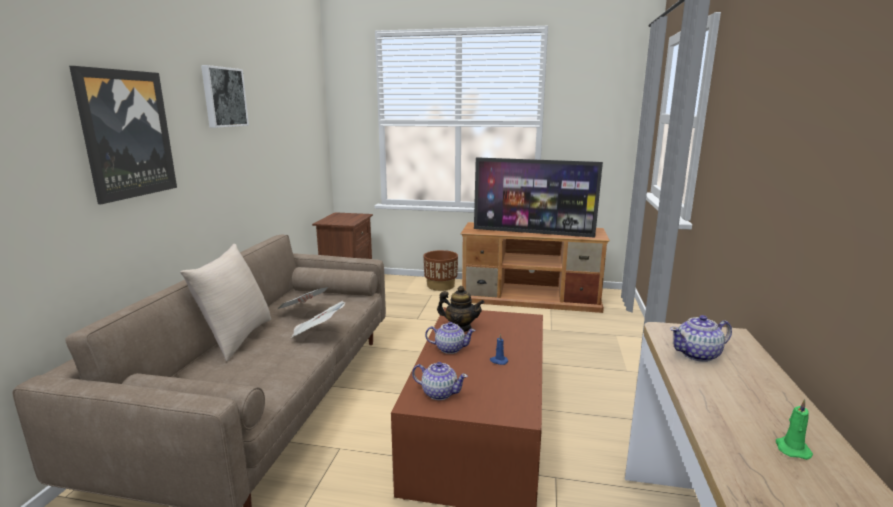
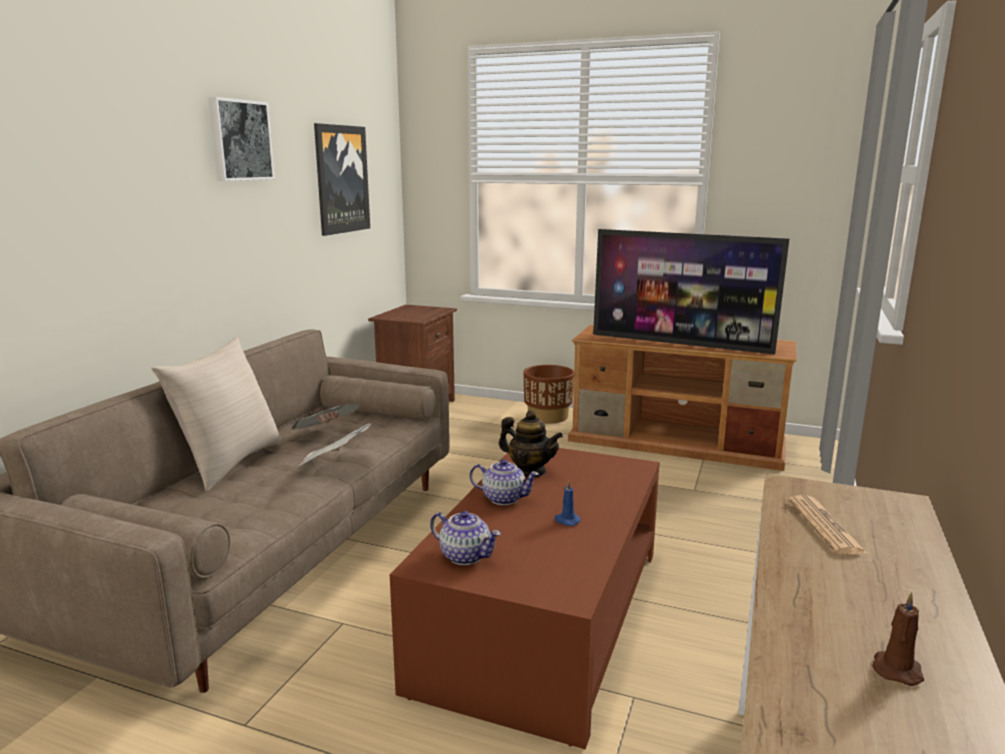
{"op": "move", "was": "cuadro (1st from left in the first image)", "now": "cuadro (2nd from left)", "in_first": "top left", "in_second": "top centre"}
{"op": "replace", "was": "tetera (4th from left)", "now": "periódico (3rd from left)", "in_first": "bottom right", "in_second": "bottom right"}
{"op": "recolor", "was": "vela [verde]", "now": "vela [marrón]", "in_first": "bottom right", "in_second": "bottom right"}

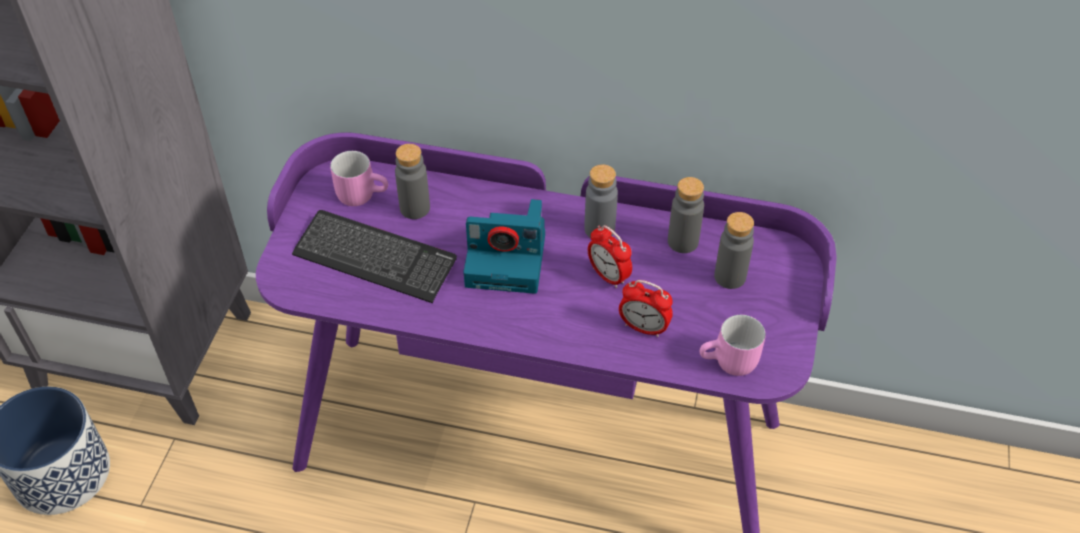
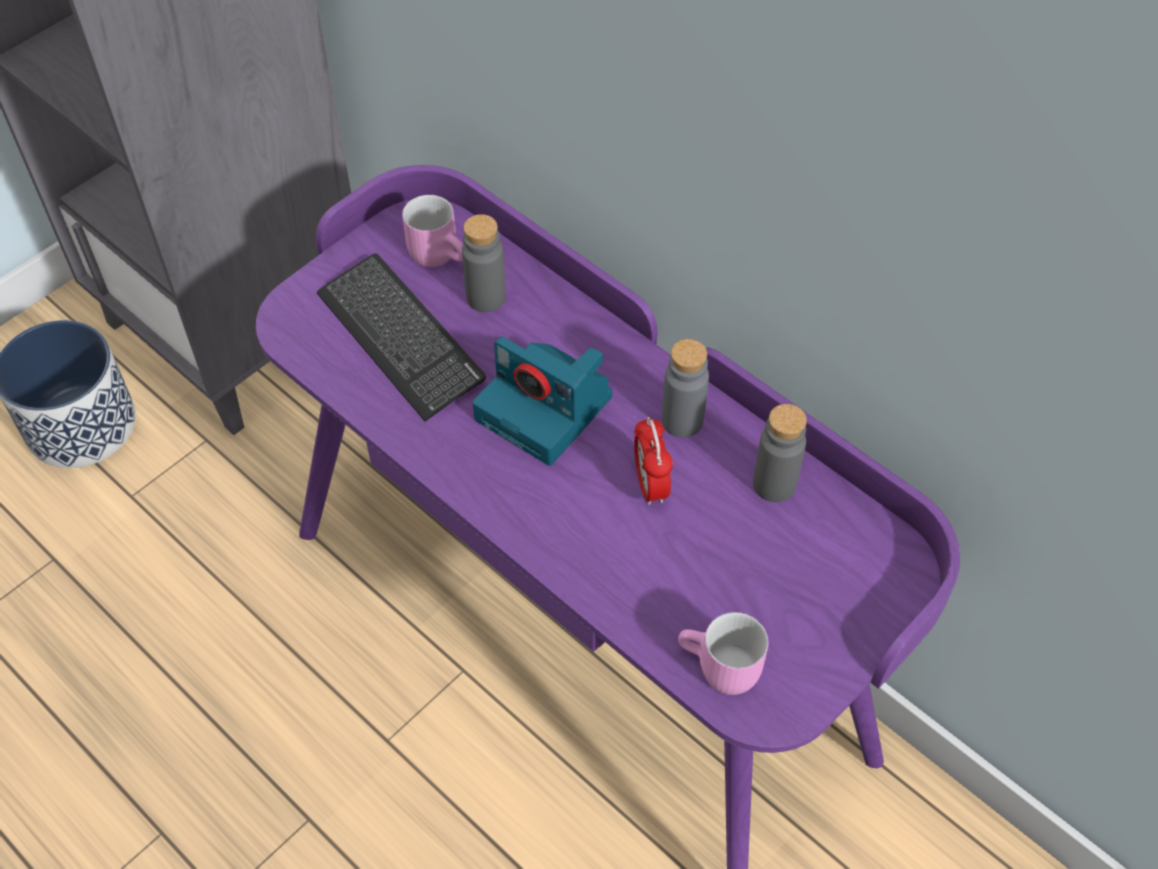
{"op": "delete", "was": "despertador (2nd from left)", "in_first": "centre"}
{"op": "delete", "was": "botella [gris] (4th from left)", "in_first": "middle right"}

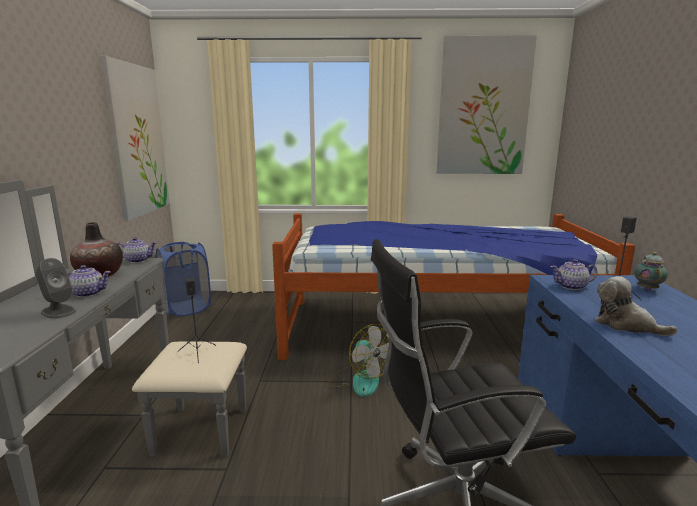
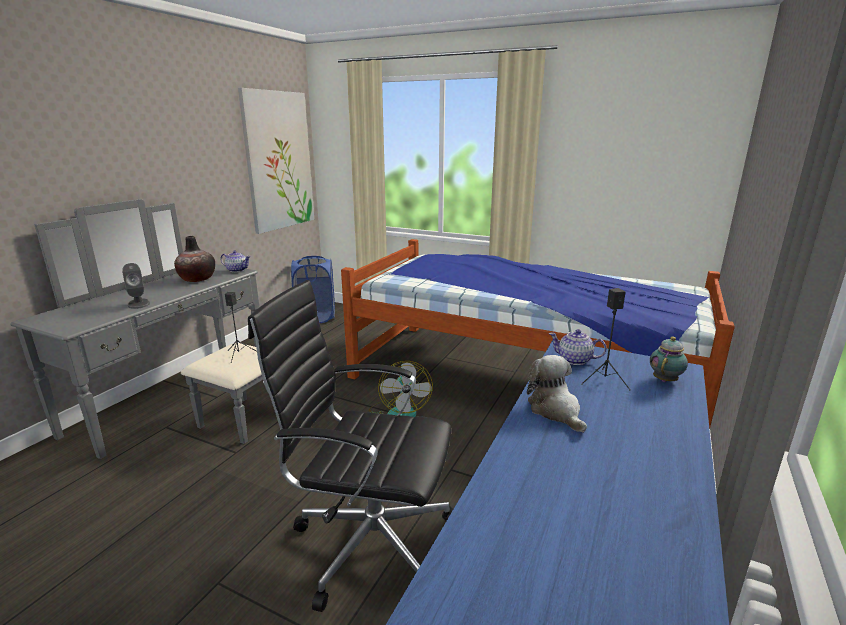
{"op": "delete", "was": "tetera (1st from left)", "in_first": "middle left"}
{"op": "delete", "was": "cuadro (2nd from left)", "in_first": "top right"}

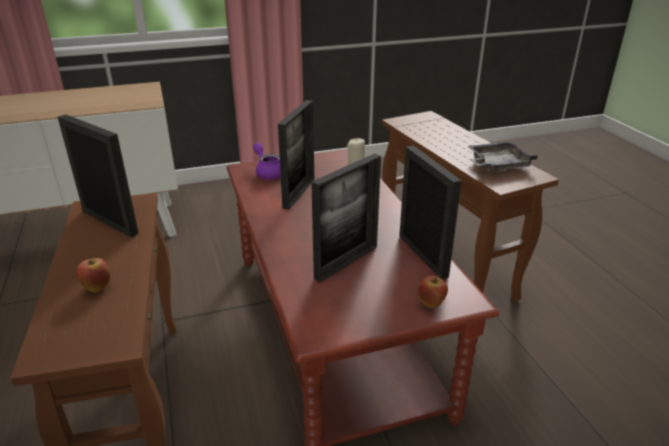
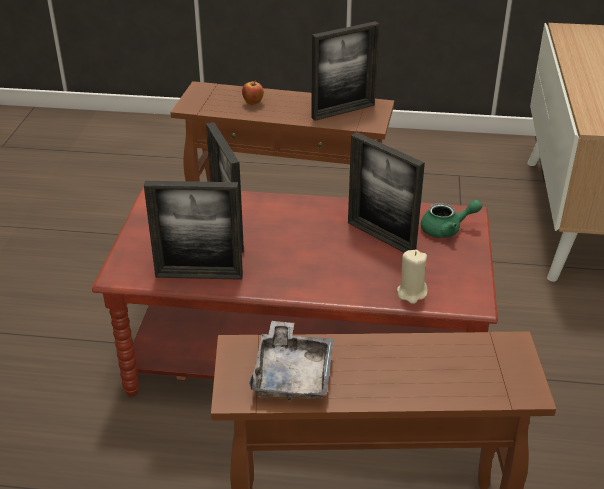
{"op": "delete", "was": "manzana (2nd from left)", "in_first": "centre"}
{"op": "recolor", "was": "tetera [morado]", "now": "tetera [verde]", "in_first": "centre", "in_second": "middle right"}

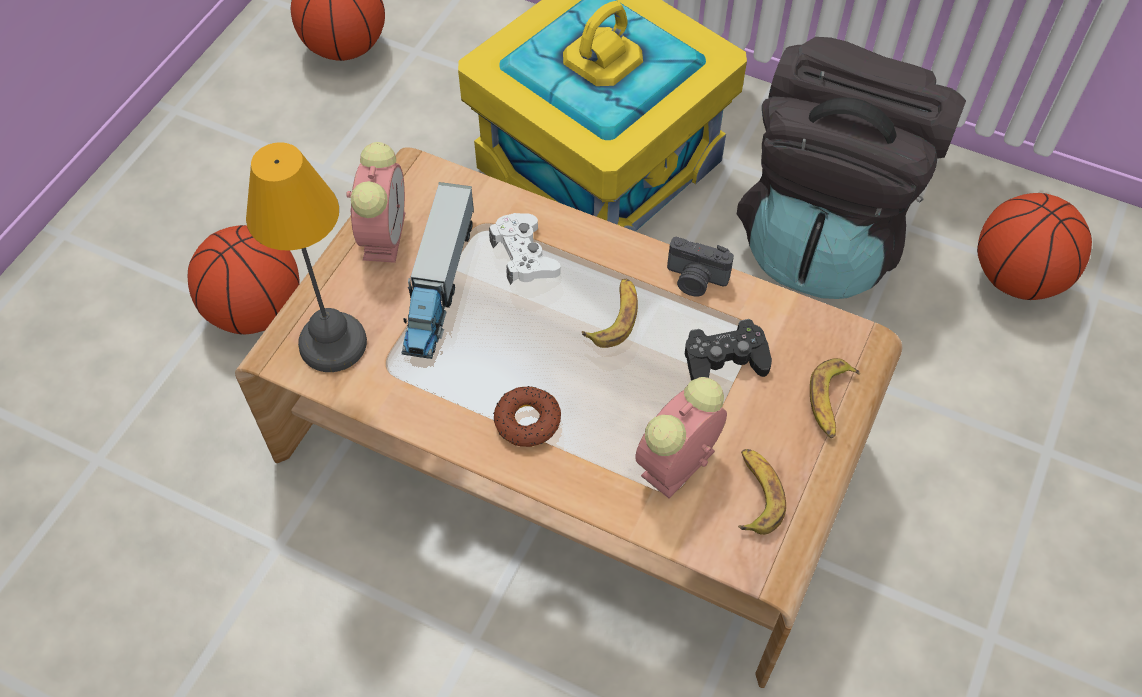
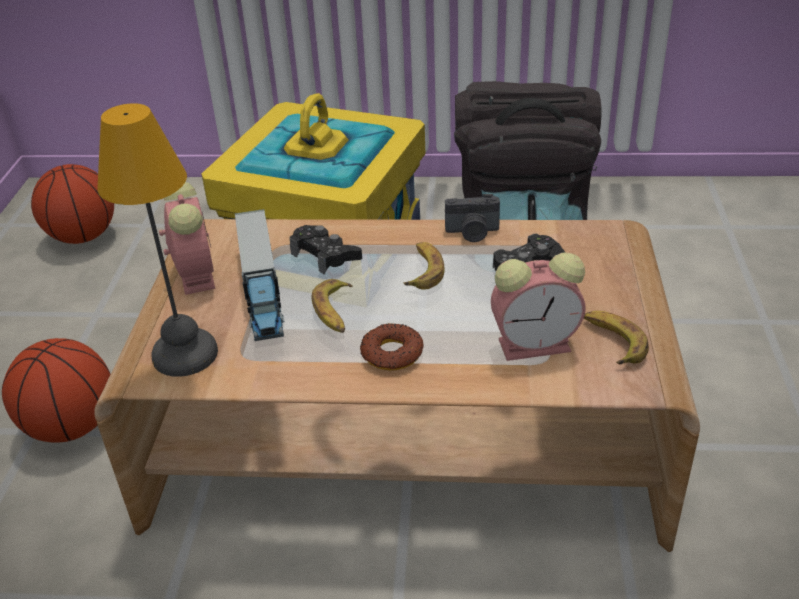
{"op": "delete", "was": "balón de baloncesto (3rd from left)", "in_first": "middle right"}
{"op": "move", "was": "plátano (3rd from left in the first image)", "now": "plátano (1st from left)", "in_first": "middle right", "in_second": "centre"}
{"op": "recolor", "was": "mando de consola [blanco]", "now": "mando de consola [negro] (1st from left)", "in_first": "centre", "in_second": "centre"}
{"op": "rotate", "was": "despertador (2nd from left)", "in_first": "centre", "in_second": "middle right", "clockwise": -120}

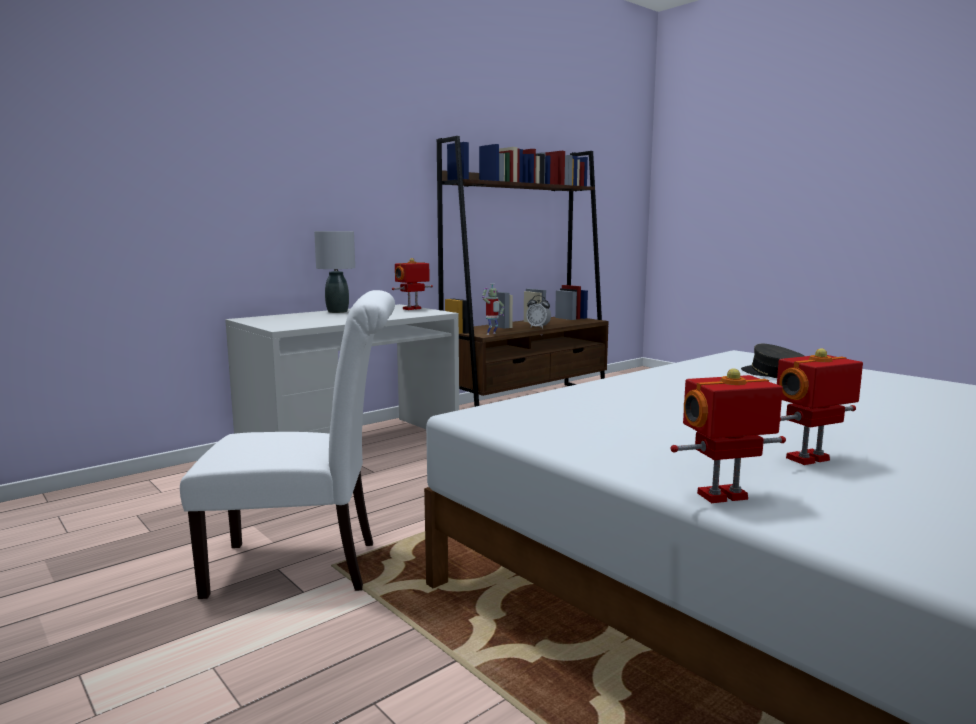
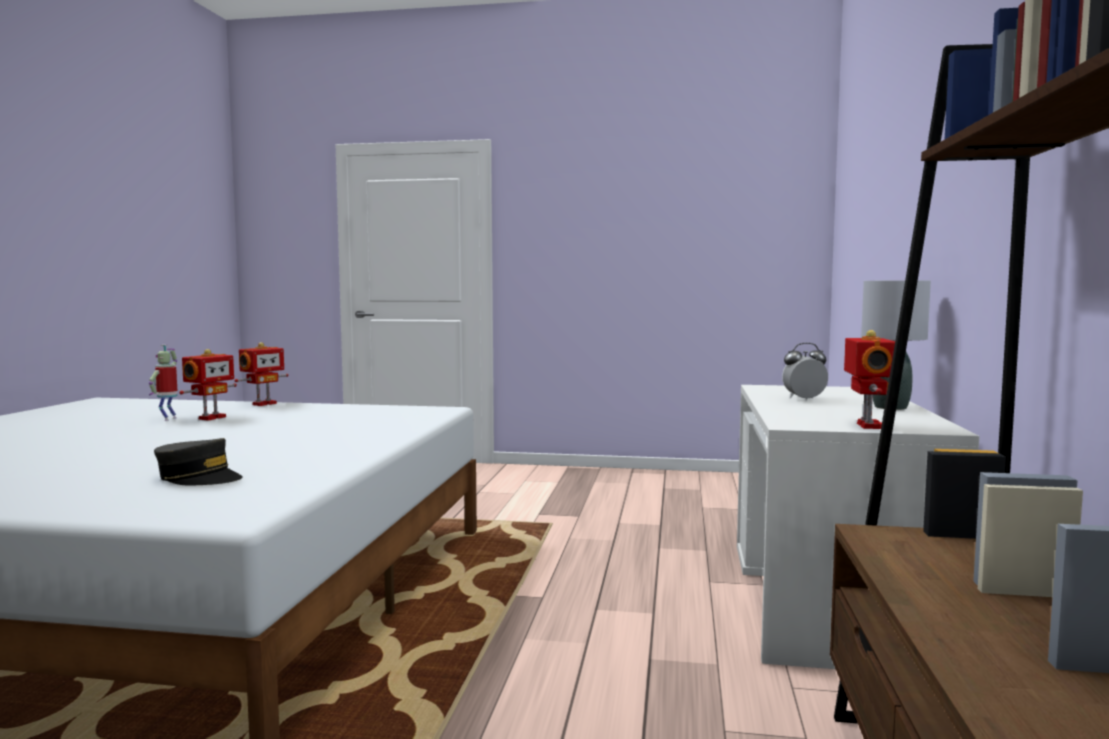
{"op": "delete", "was": "silla [blanco]", "in_first": "middle left"}
{"op": "move", "was": "robot de juguete (2nd from left in the first image)", "now": "robot de juguete (1st from left)", "in_first": "centre", "in_second": "middle left"}
{"op": "move", "was": "despertador", "in_first": "centre", "in_second": "middle right"}

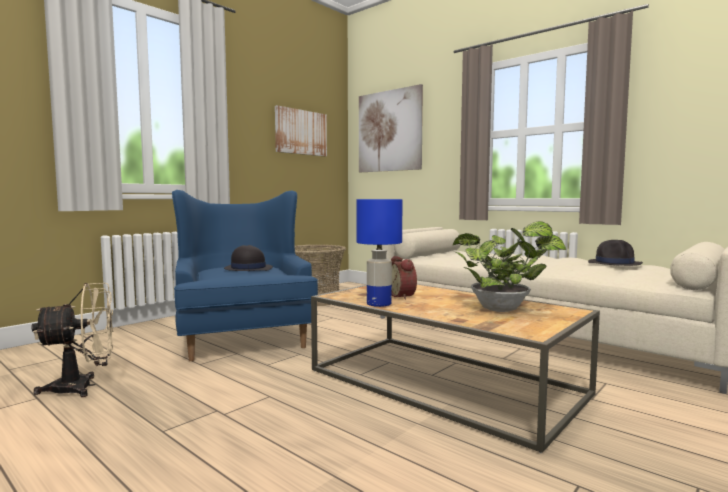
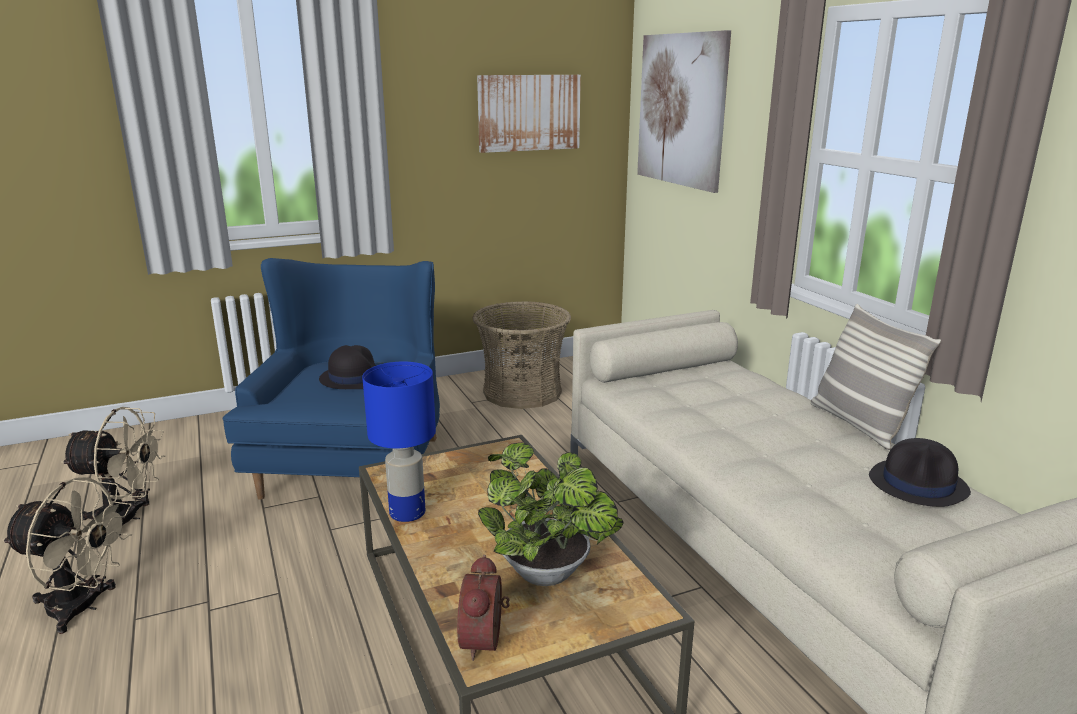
{"op": "insert", "now": "ventilador [beis] (1st from left)", "in_second": "bottom left"}
{"op": "insert", "now": "cojín", "in_second": "middle right"}
{"op": "move", "was": "despertador", "in_first": "centre", "in_second": "bottom centre"}

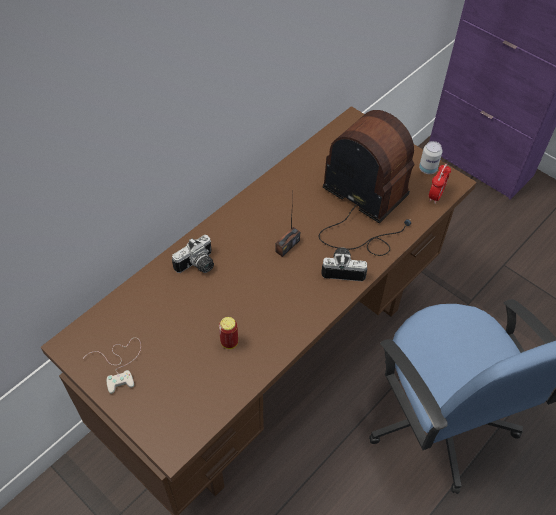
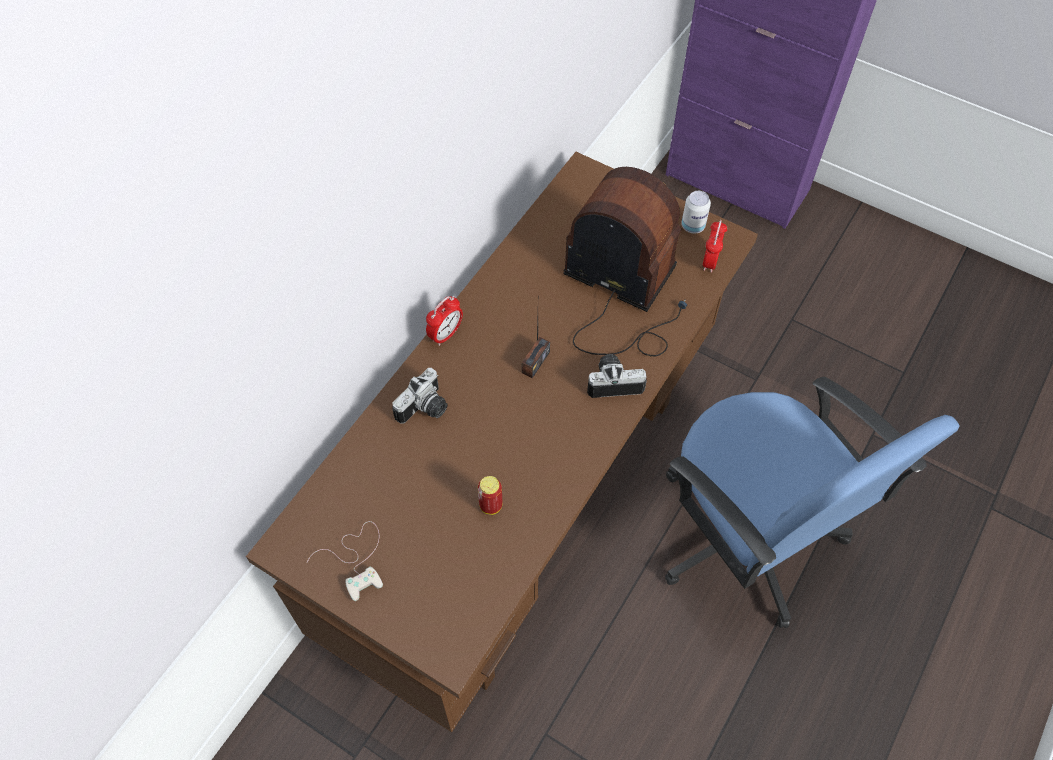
{"op": "insert", "now": "despertador (1st from left)", "in_second": "centre"}

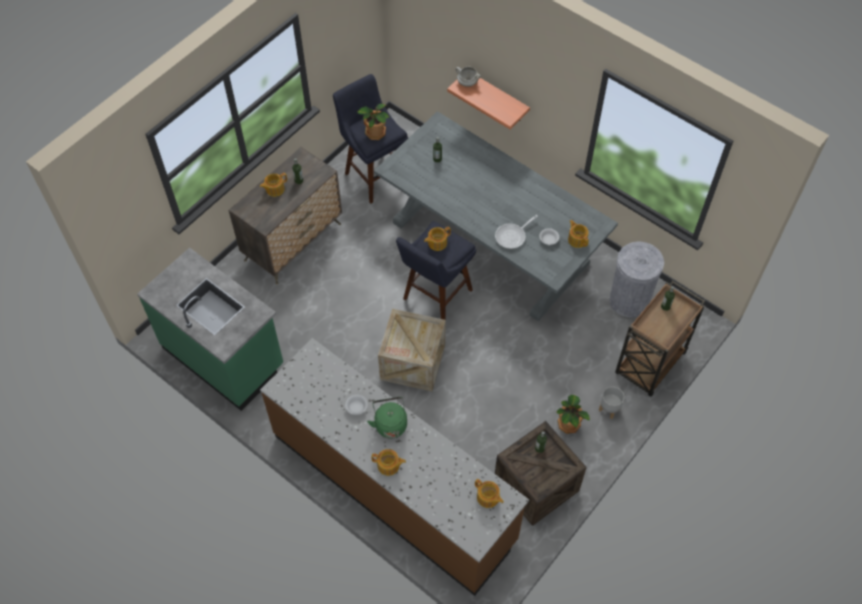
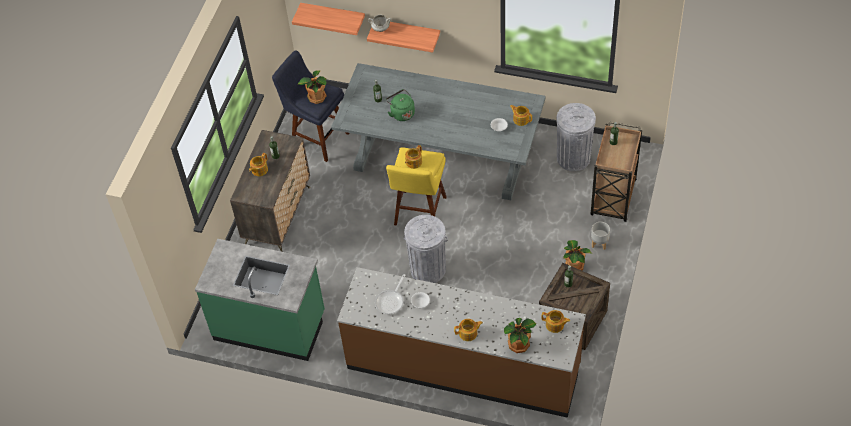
{"op": "insert", "now": "estante (1st from left)", "in_second": "top centre"}
{"op": "insert", "now": "planta en maceta (2nd from left)", "in_second": "bottom centre"}
{"op": "move", "was": "hervidor [verde]", "in_first": "bottom centre", "in_second": "top centre"}
{"op": "move", "was": "sartén", "in_first": "centre", "in_second": "bottom centre"}
{"op": "replace", "was": "caja de embalaje (1st from left)", "now": "papelera [gris] (1st from left)", "in_first": "centre", "in_second": "centre"}
{"op": "recolor", "was": "taburete [azul] (2nd from left)", "now": "taburete [amarillo]", "in_first": "centre", "in_second": "centre"}

